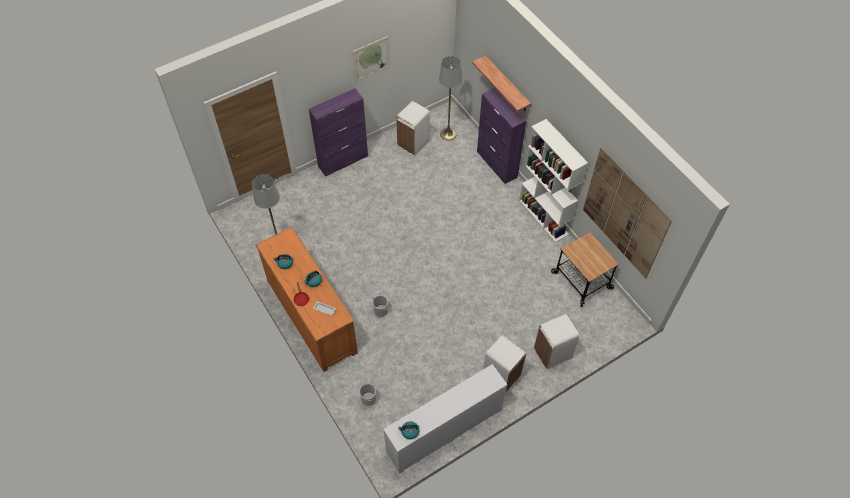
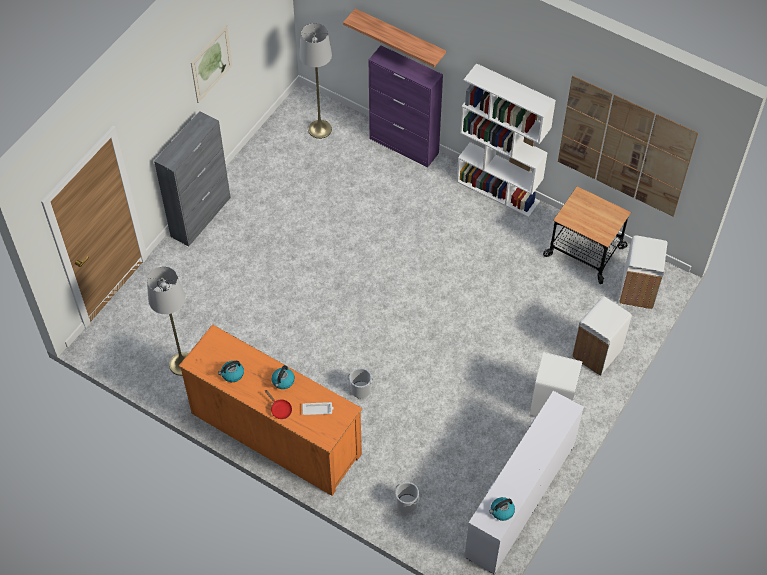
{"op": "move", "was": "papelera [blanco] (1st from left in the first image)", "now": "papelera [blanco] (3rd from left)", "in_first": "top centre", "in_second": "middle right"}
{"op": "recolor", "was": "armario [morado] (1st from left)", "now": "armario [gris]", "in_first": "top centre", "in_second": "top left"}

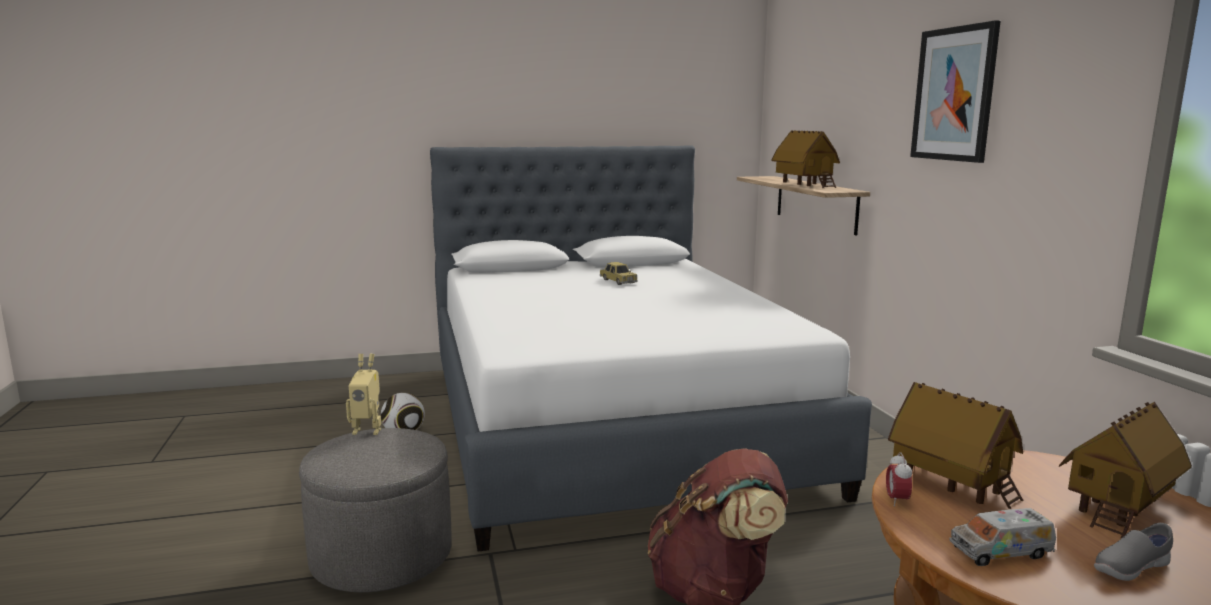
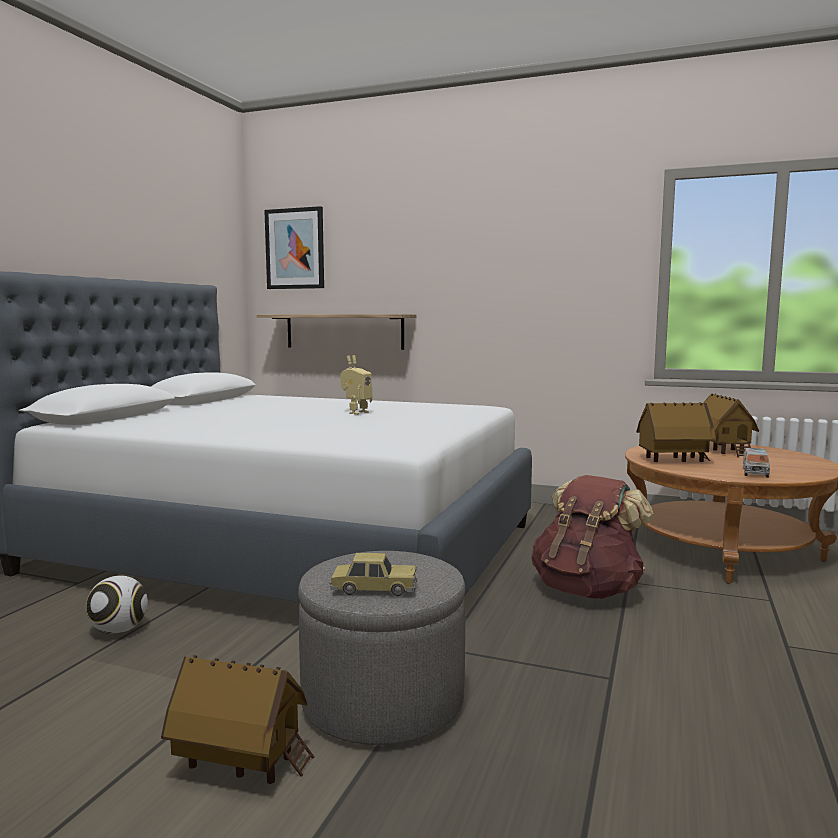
{"op": "delete", "was": "despertador", "in_first": "bottom right"}
{"op": "delete", "was": "zapato [gris]", "in_first": "bottom right"}
{"op": "move", "was": "robot de juguete", "in_first": "middle left", "in_second": "centre"}
{"op": "move", "was": "coche de juguete", "in_first": "centre", "in_second": "bottom centre"}
{"op": "move", "was": "casita (1st from left)", "in_first": "top centre", "in_second": "bottom left"}
{"op": "move", "was": "cuadro", "in_first": "top right", "in_second": "top centre"}

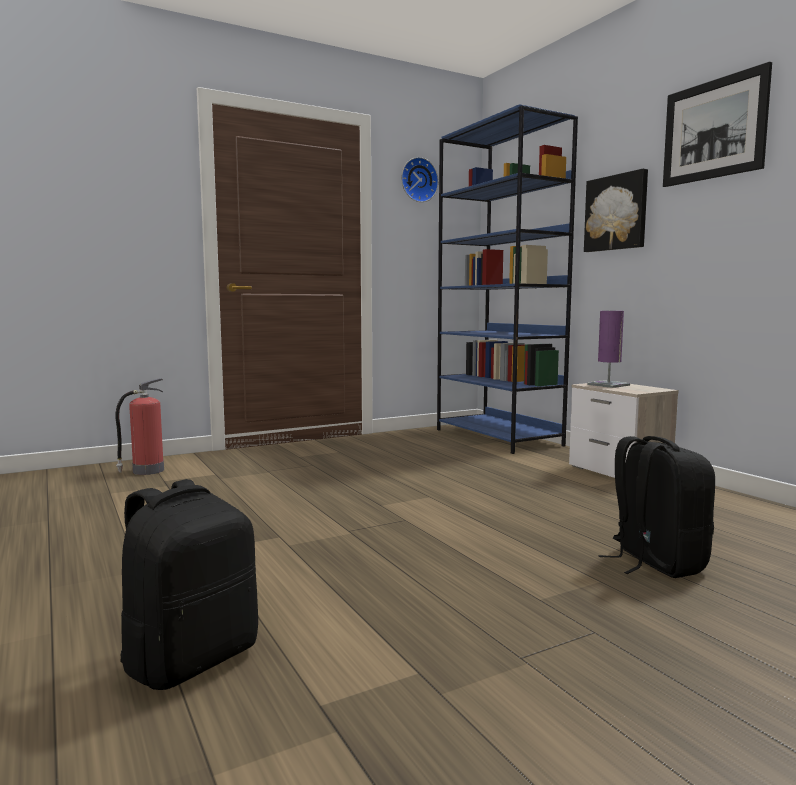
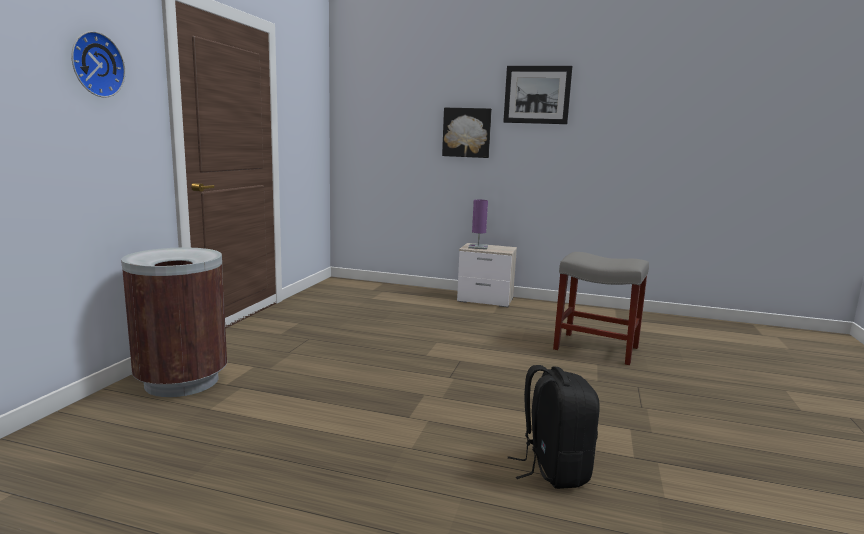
{"op": "delete", "was": "estantería [azul]", "in_first": "centre"}
{"op": "move", "was": "reloj de pared", "in_first": "top centre", "in_second": "top left"}
{"op": "replace", "was": "extintor", "now": "papelera [marrón]", "in_first": "middle left", "in_second": "middle left"}
{"op": "replace", "was": "mochila [negro] (2nd from left)", "now": "taburete [gris]", "in_first": "middle right", "in_second": "middle right"}

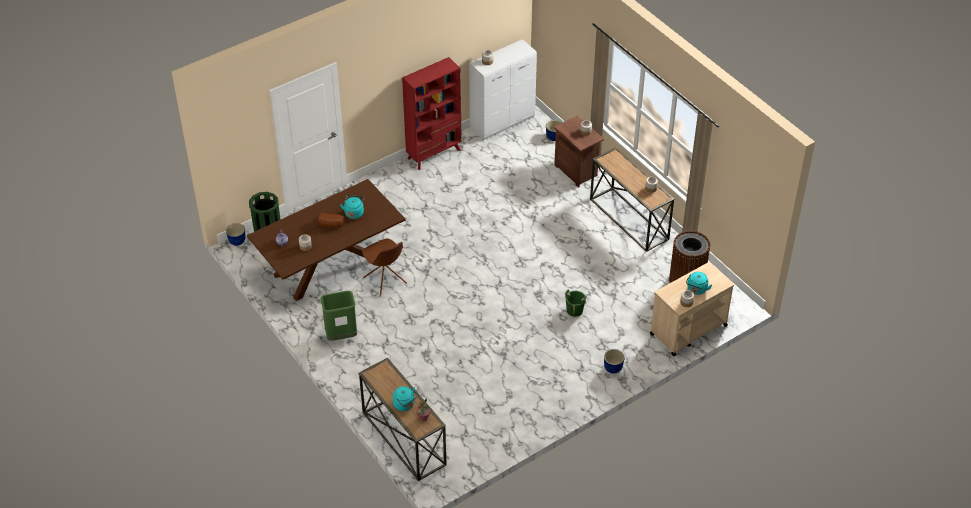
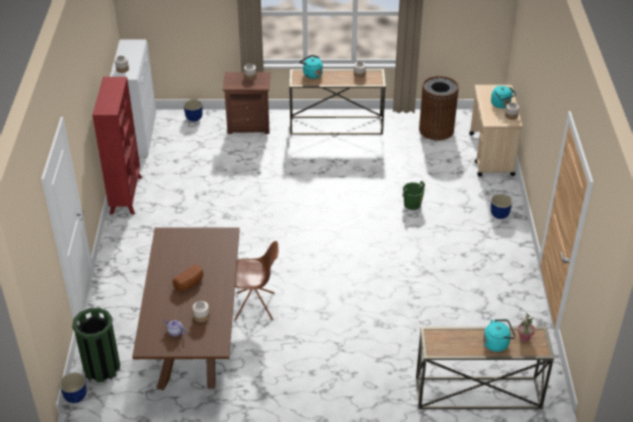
{"op": "delete", "was": "papelera [verde] (2nd from left)", "in_first": "centre"}
{"op": "move", "was": "hervidor [turquesa] (1st from left)", "in_first": "centre", "in_second": "top centre"}

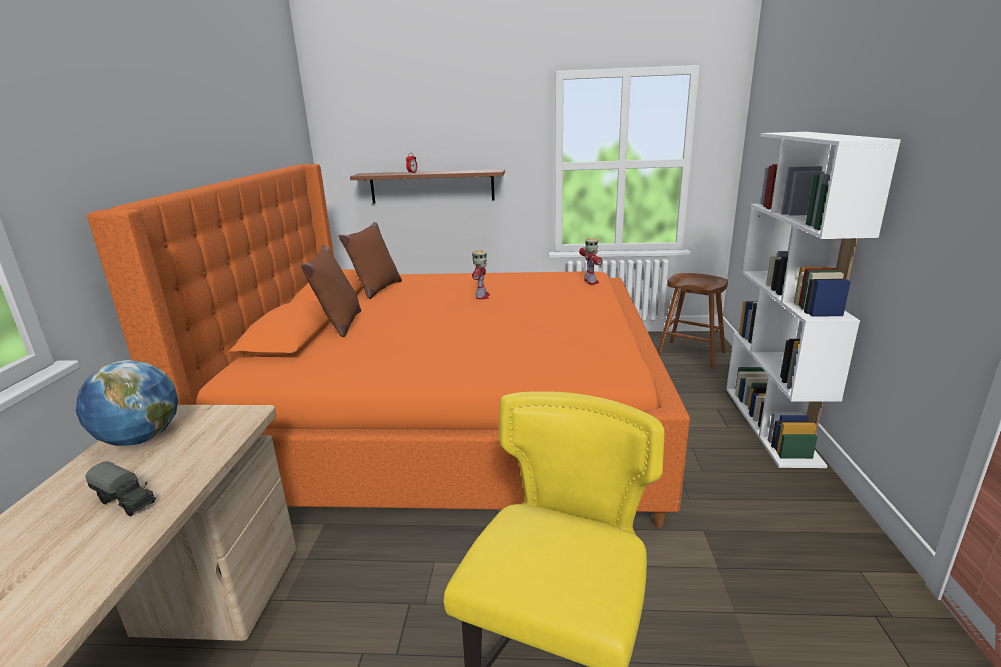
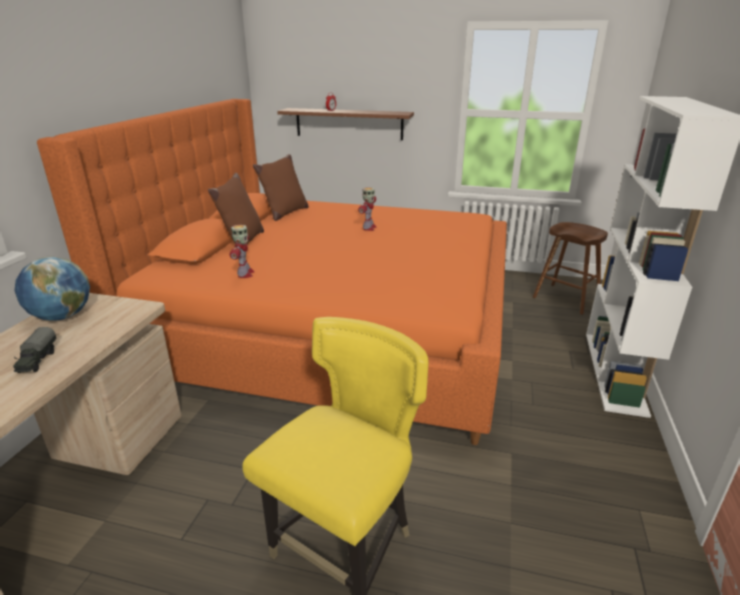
{"op": "move", "was": "robot de juguete (2nd from left in the first image)", "now": "robot de juguete (1st from left)", "in_first": "centre", "in_second": "middle left"}
{"op": "rotate", "was": "camión de juguete", "in_first": "bottom left", "in_second": "middle left", "clockwise": 45}

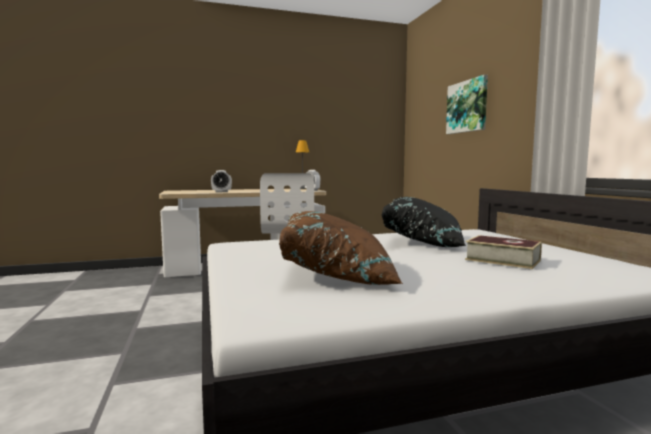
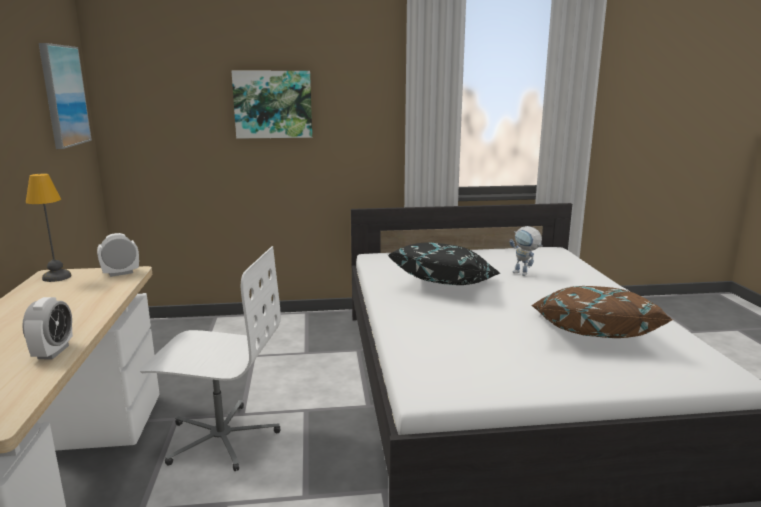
{"op": "insert", "now": "cuadro (1st from left)", "in_second": "top left"}
{"op": "replace", "was": "libro", "now": "robot de juguete", "in_first": "middle right", "in_second": "middle right"}

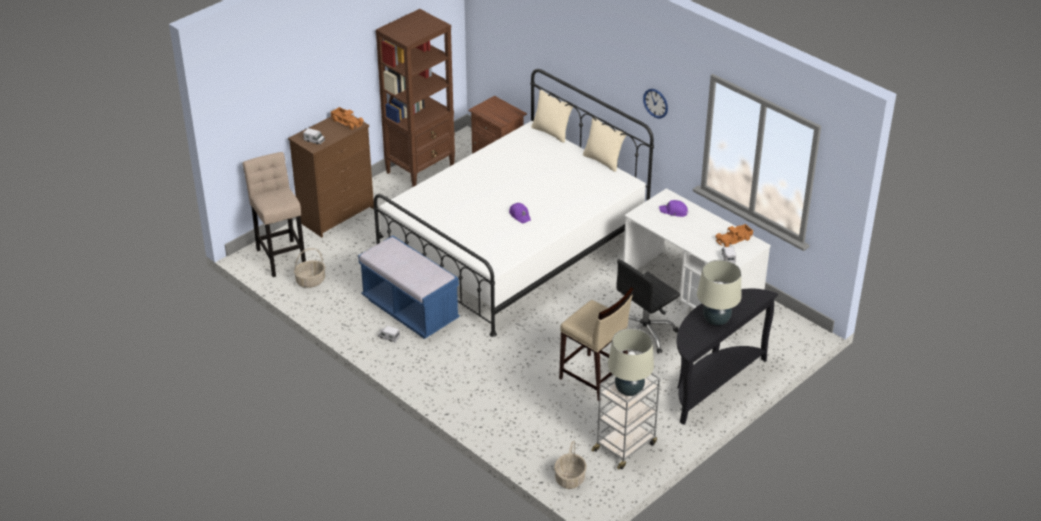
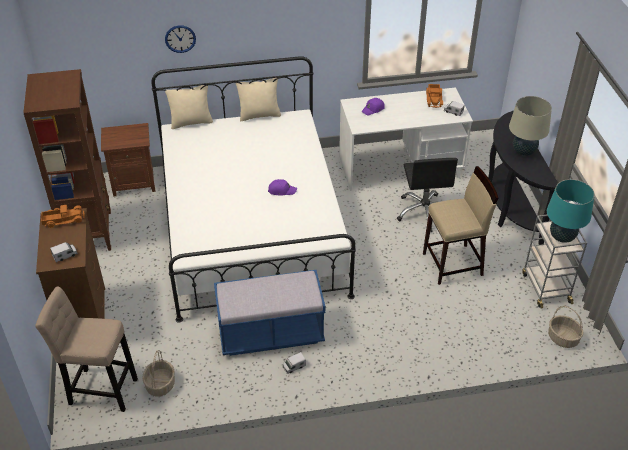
{"op": "move", "was": "reloj de pared", "in_first": "top centre", "in_second": "top left"}
{"op": "recolor", "was": "lámpara de mesa [beis] (1st from left)", "now": "lámpara de mesa [turquesa]", "in_first": "bottom centre", "in_second": "middle right"}

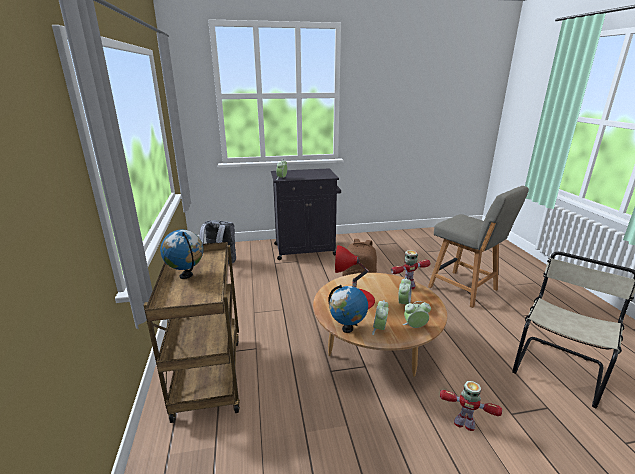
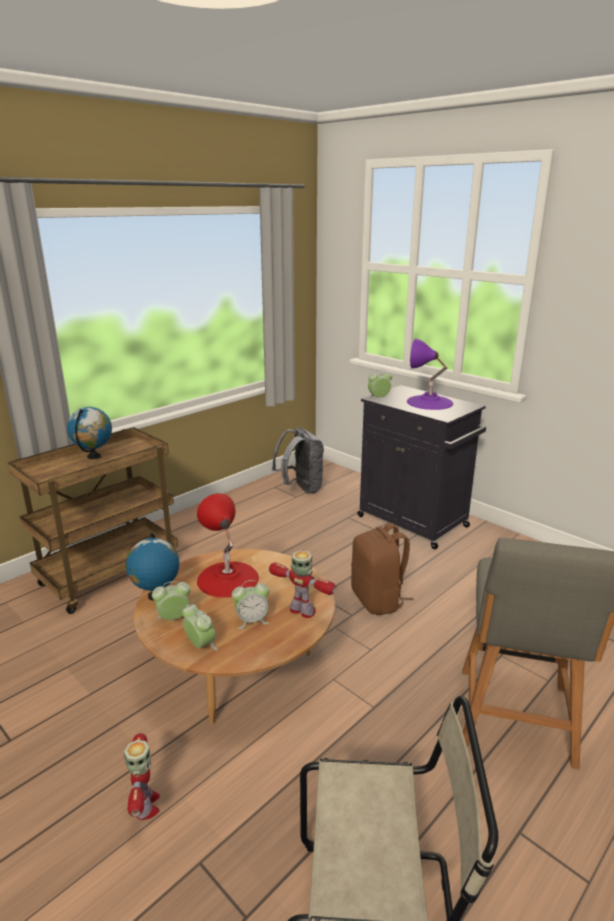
{"op": "insert", "now": "lámpara de mesa [morado]", "in_second": "middle right"}

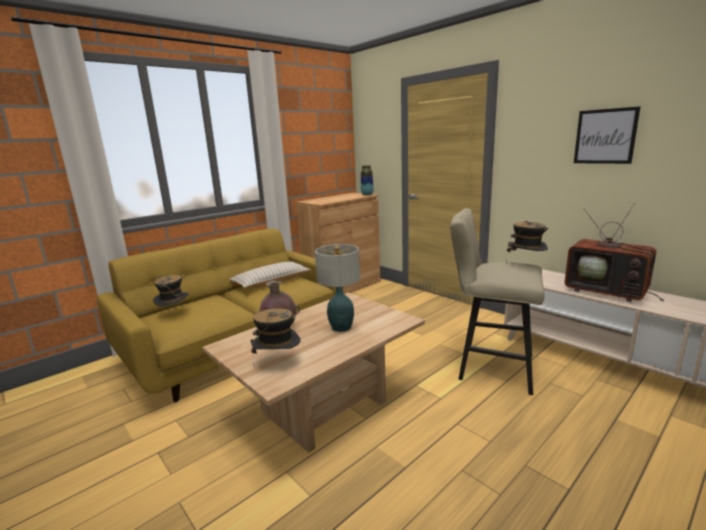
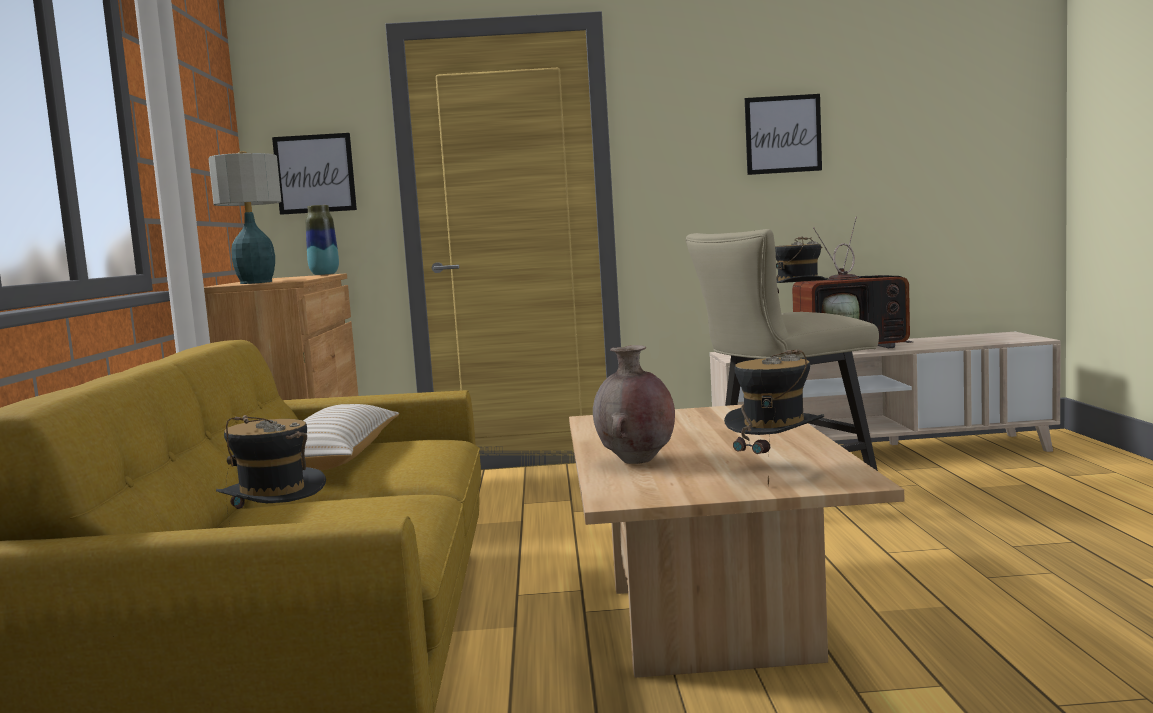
{"op": "insert", "now": "cuadro (1st from left)", "in_second": "top left"}
{"op": "move", "was": "lámpara de mesa", "in_first": "centre", "in_second": "top left"}

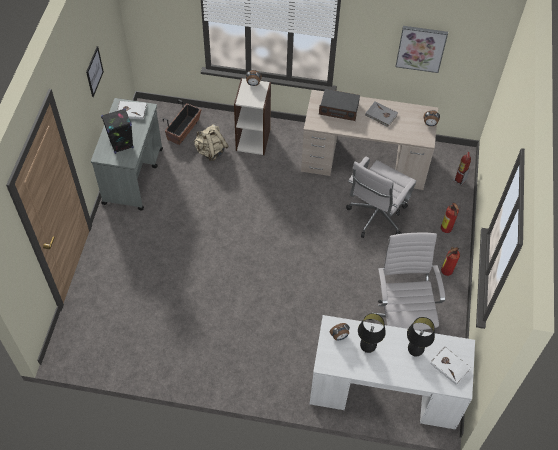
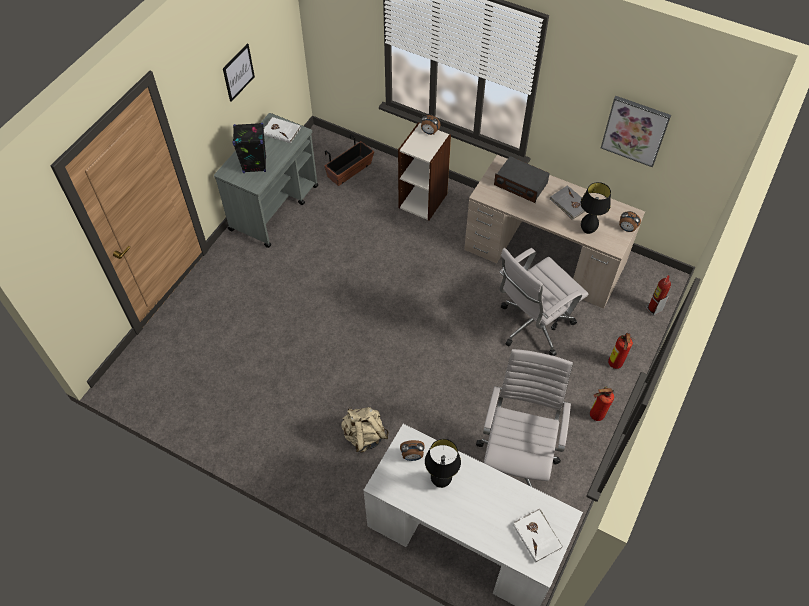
{"op": "move", "was": "mochila [beis]", "in_first": "top centre", "in_second": "bottom centre"}
{"op": "move", "was": "lámpara de mesa [negro] (2nd from left)", "in_first": "bottom right", "in_second": "middle right"}

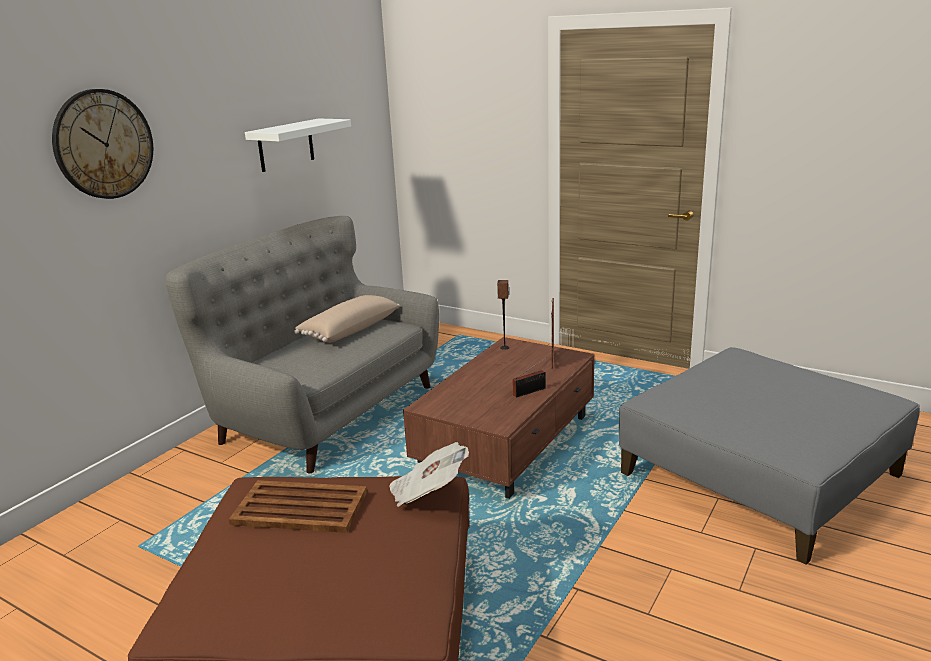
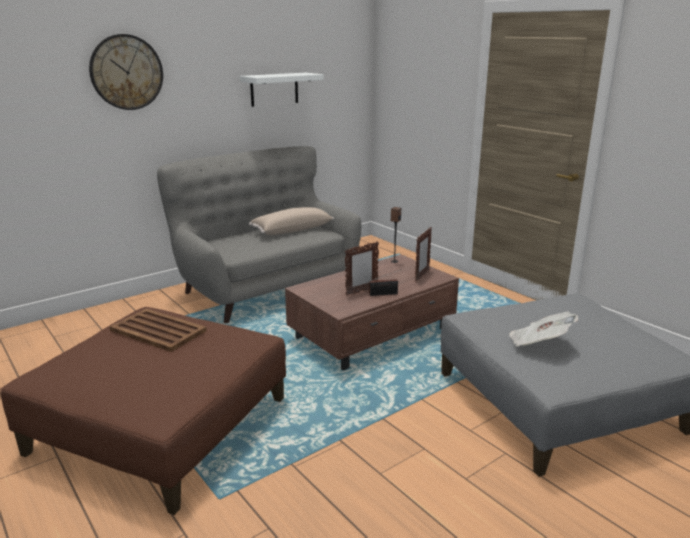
{"op": "insert", "now": "portarretratos (1st from left)", "in_second": "centre"}
{"op": "move", "was": "periódico", "in_first": "bottom centre", "in_second": "middle right"}

